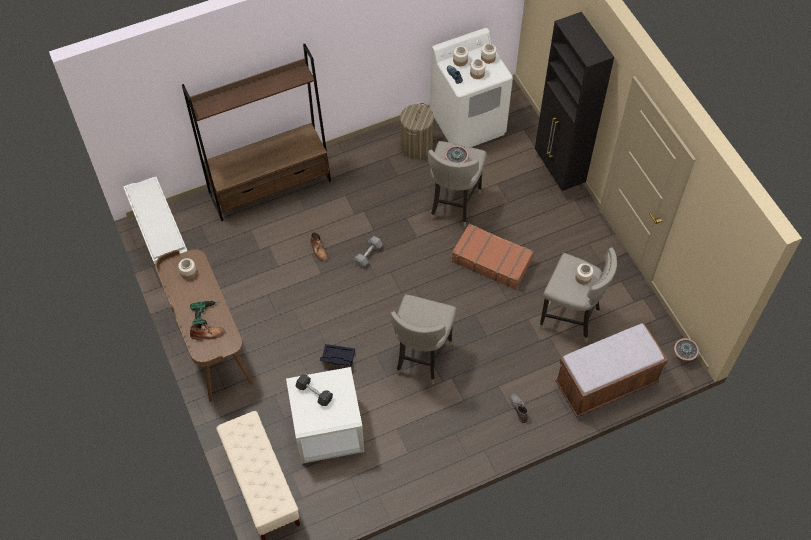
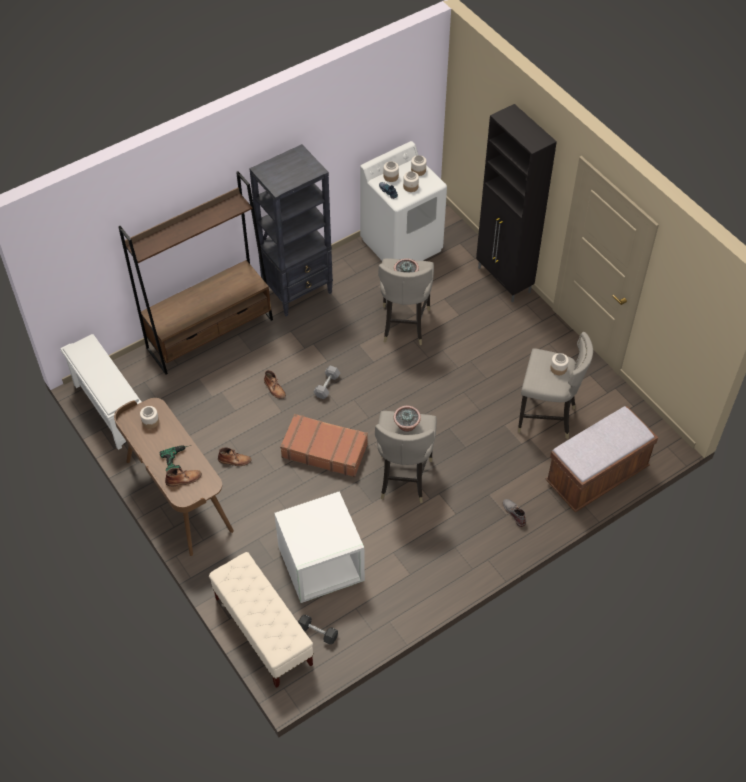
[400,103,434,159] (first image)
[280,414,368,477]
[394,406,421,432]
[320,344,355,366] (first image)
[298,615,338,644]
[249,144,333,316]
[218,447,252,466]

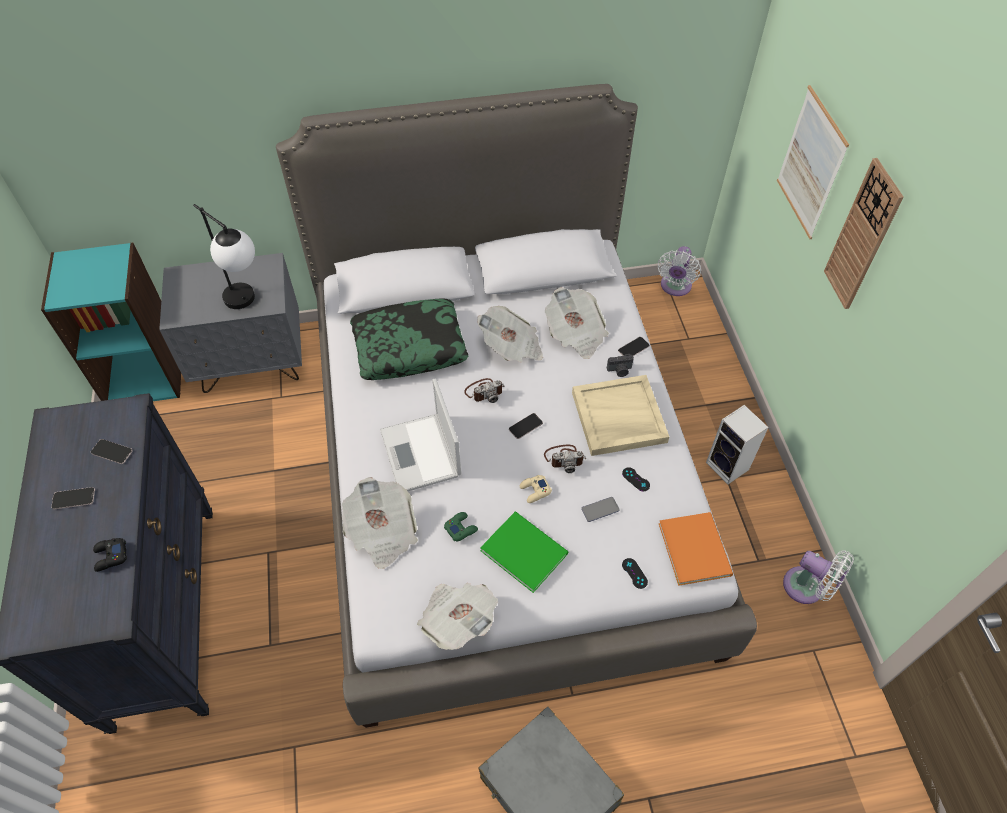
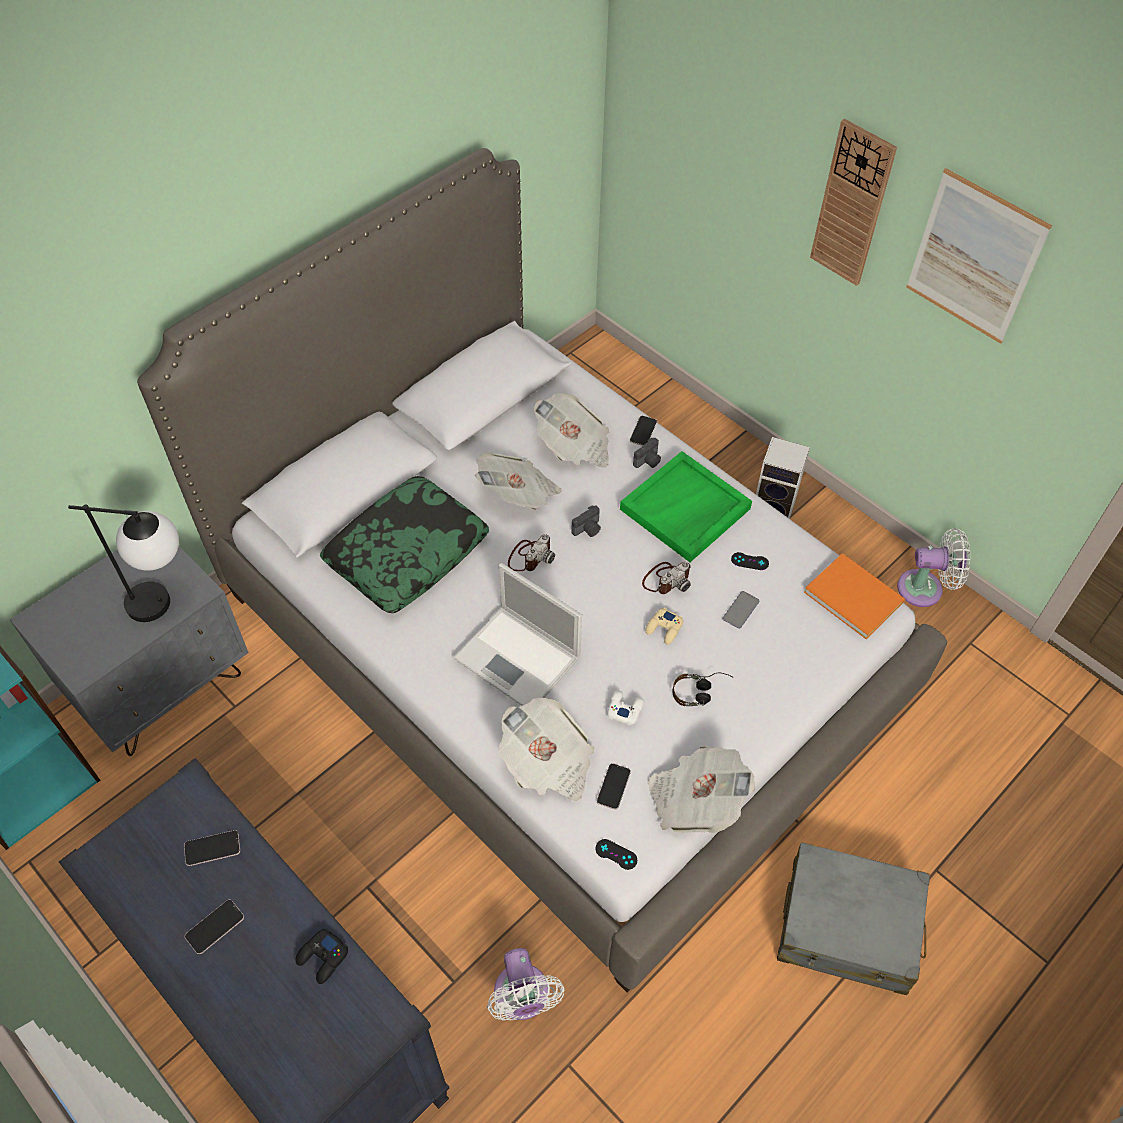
[906,168,1052,344]
[487,948,564,1021]
[620,451,752,562]
[597,763,631,810]
[607,690,644,726]
[673,672,732,706]
[595,839,637,870]
[571,505,601,537]

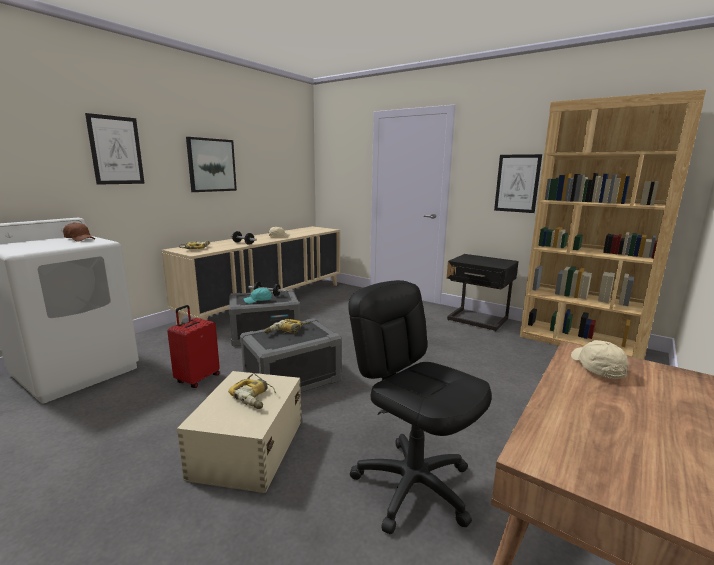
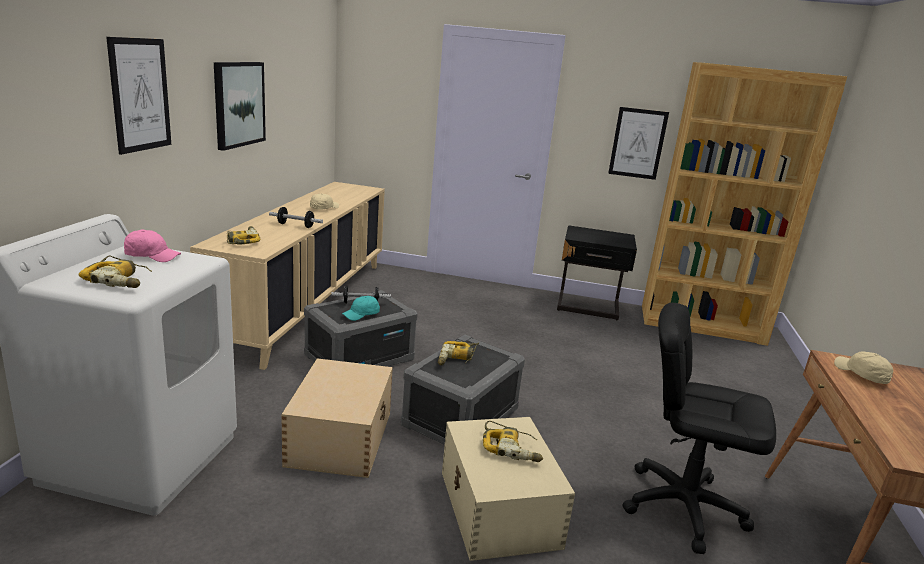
[124,229,181,262]
[281,358,393,478]
[79,255,152,288]

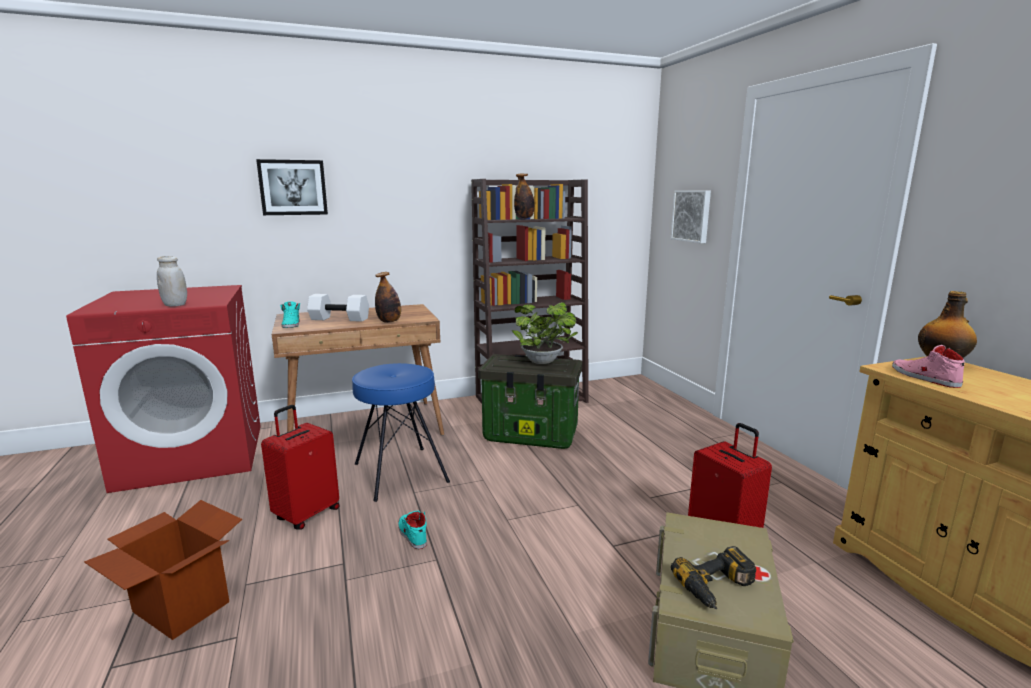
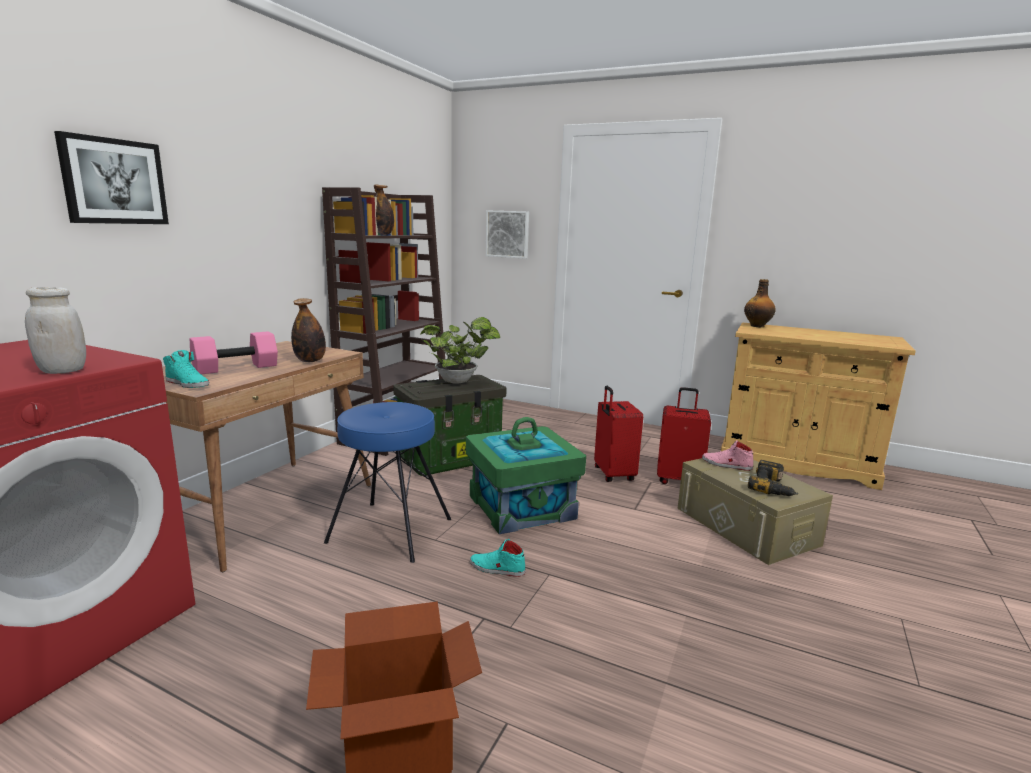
[190,331,278,374]
[702,440,753,471]
[594,386,643,482]
[466,417,586,534]

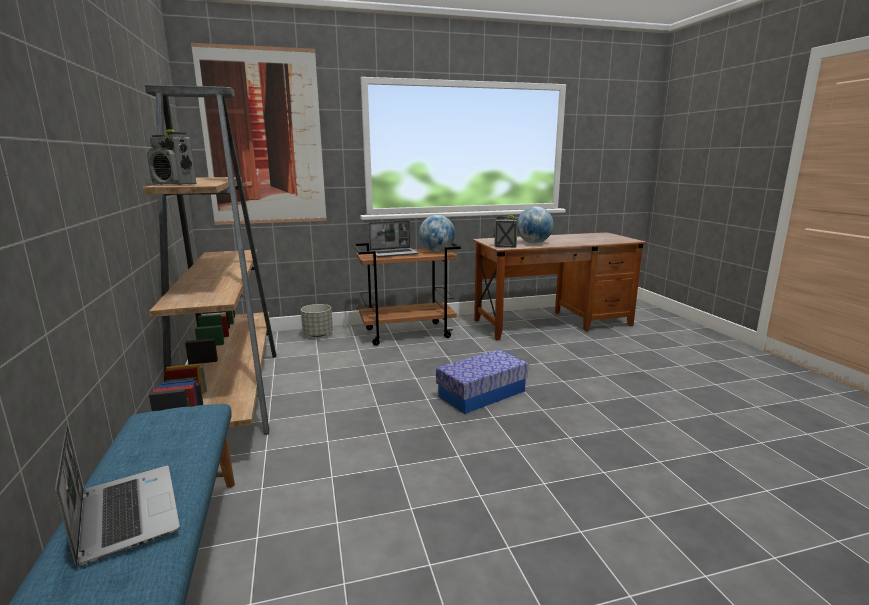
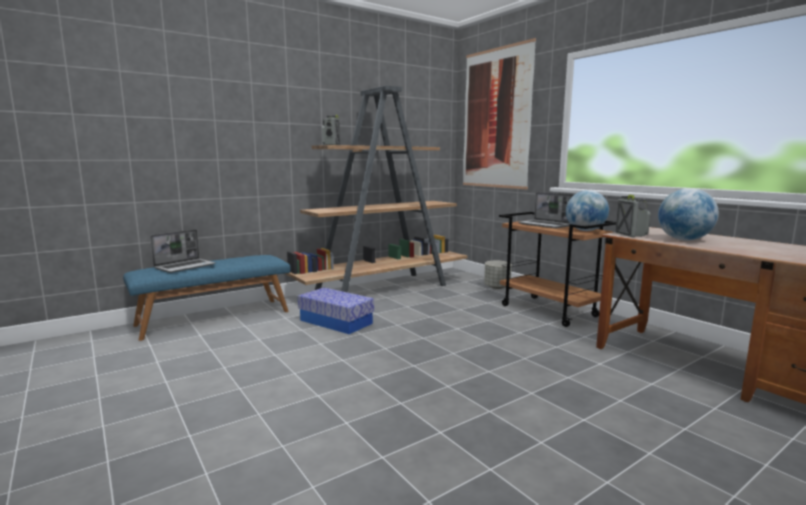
[298,287,374,334]

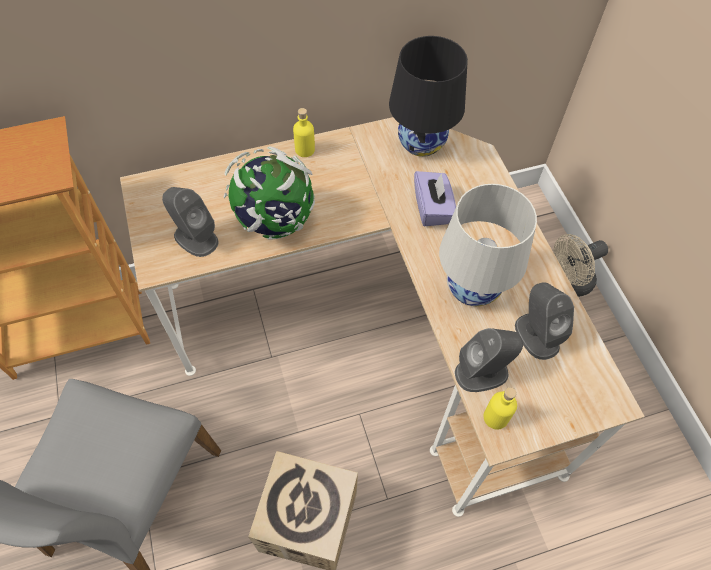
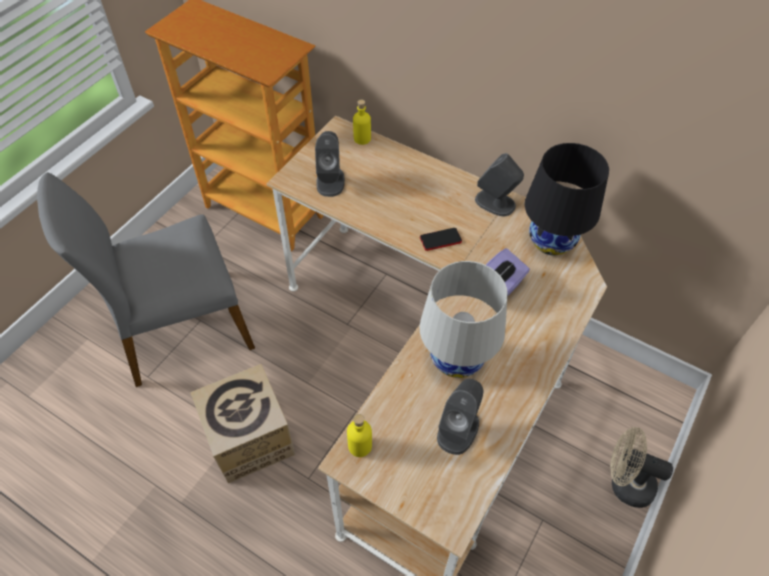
[353,100,371,145]
[223,146,315,240] (first image)
[475,153,524,216]
[420,228,462,251]

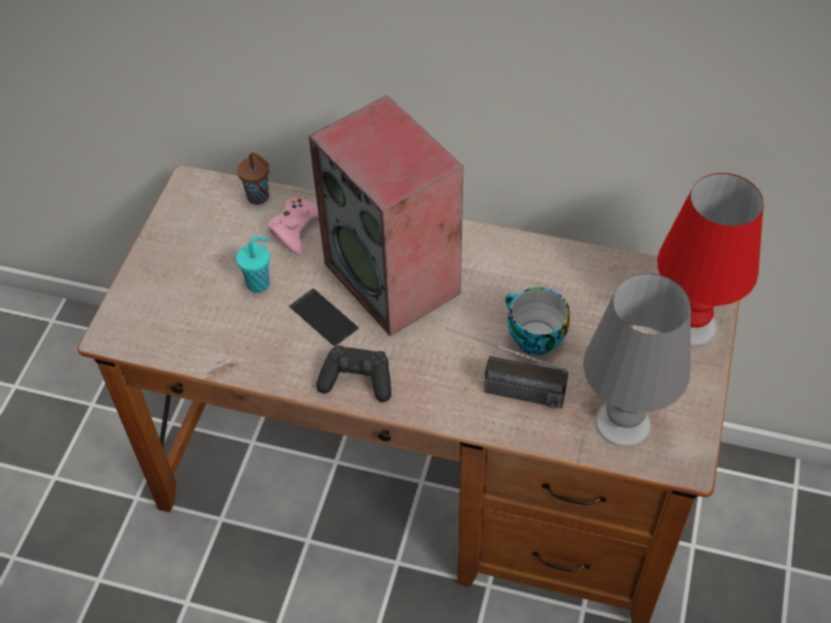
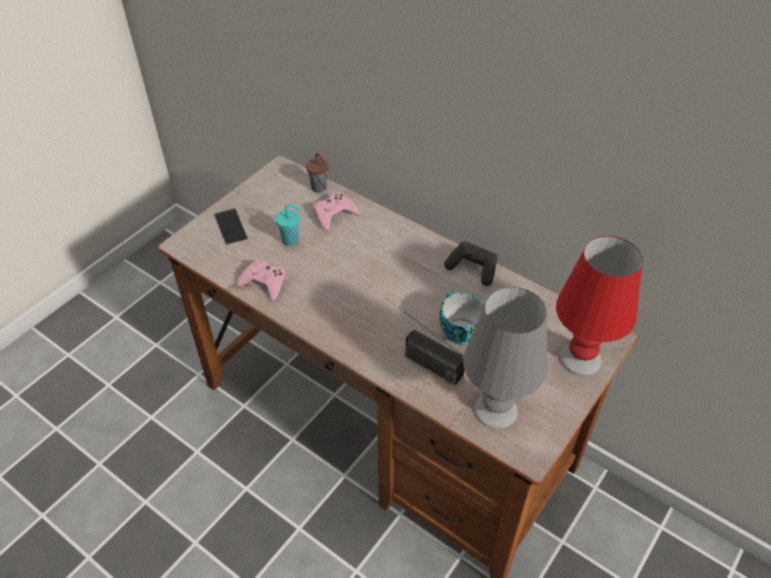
[309,95,463,336] (first image)
[214,208,248,245]
[444,242,497,286]
[236,259,286,301]

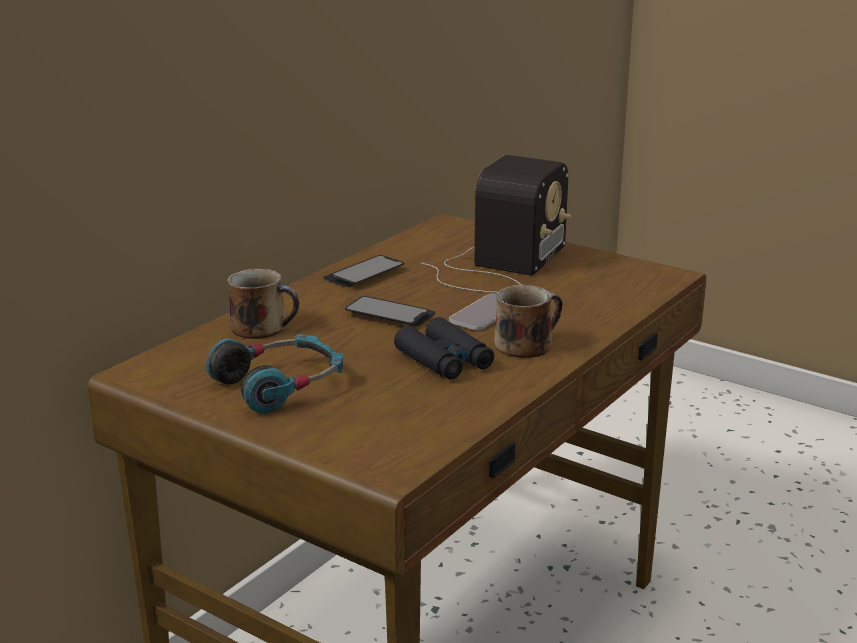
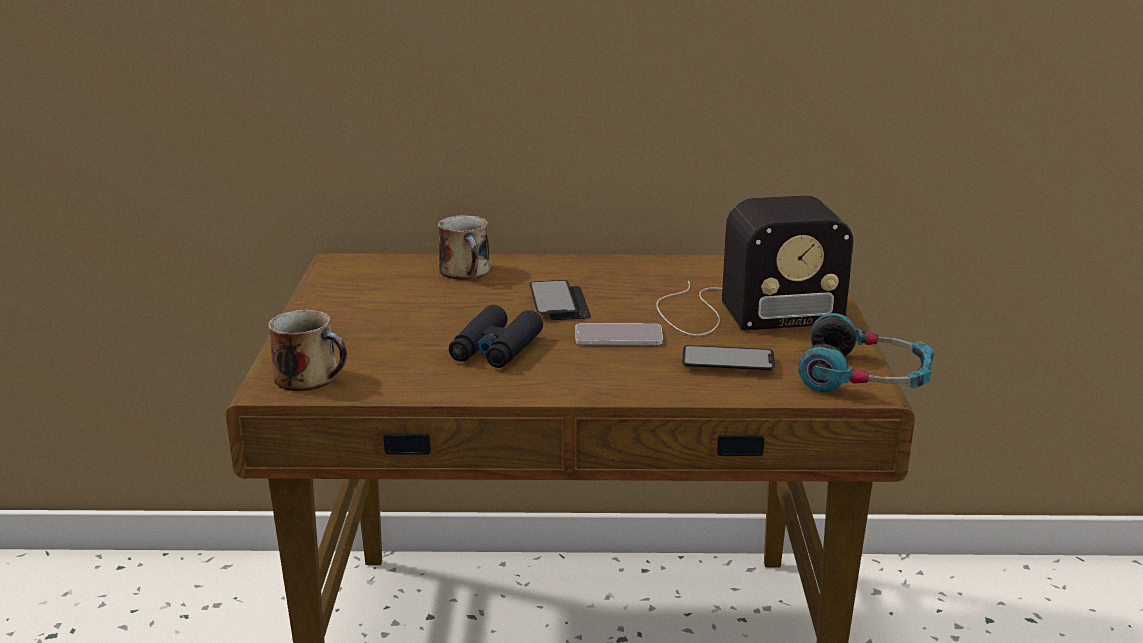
[682,345,775,370]
[268,310,347,391]
[798,313,934,392]

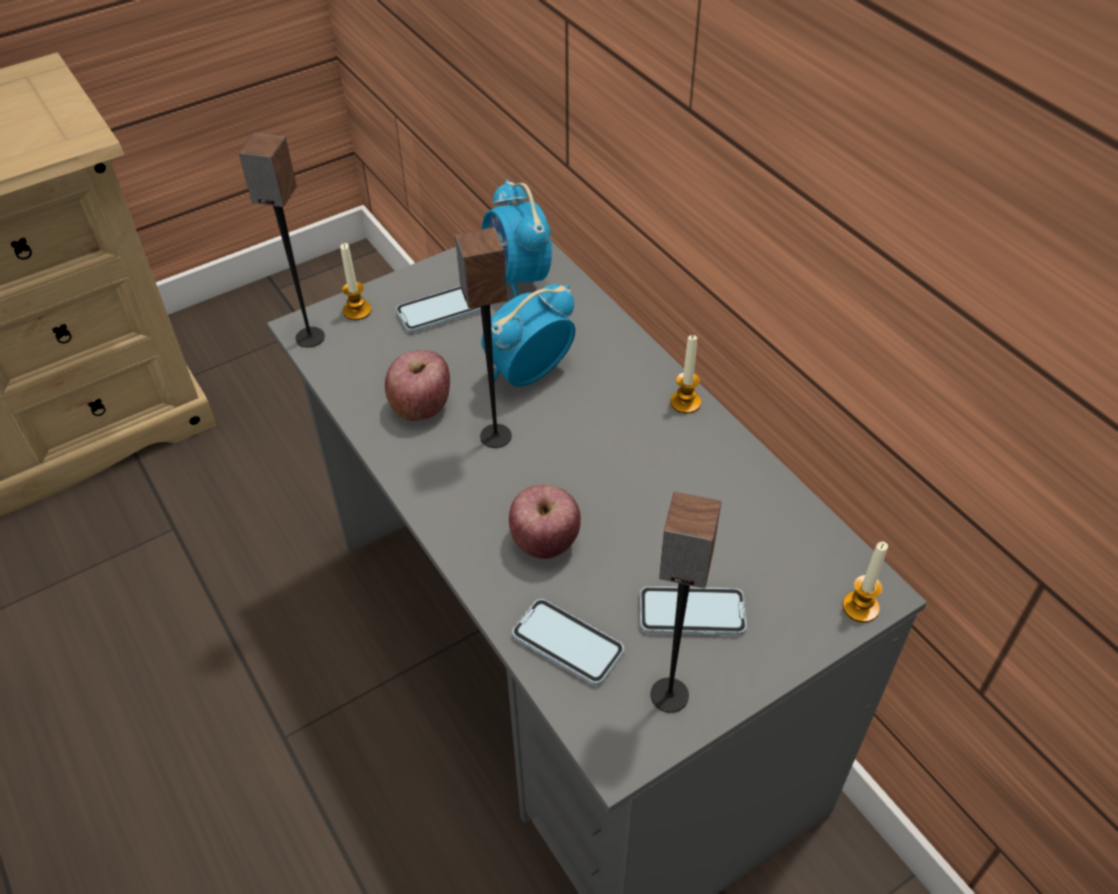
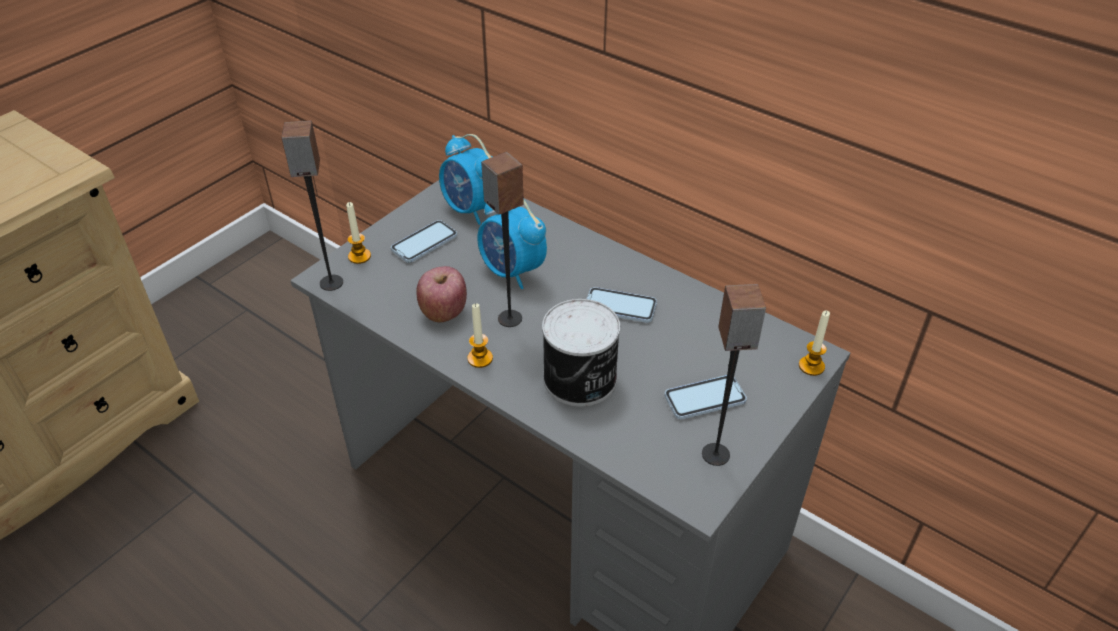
[478,199,547,289]
[467,303,493,368]
[542,299,620,407]
[587,287,657,323]

